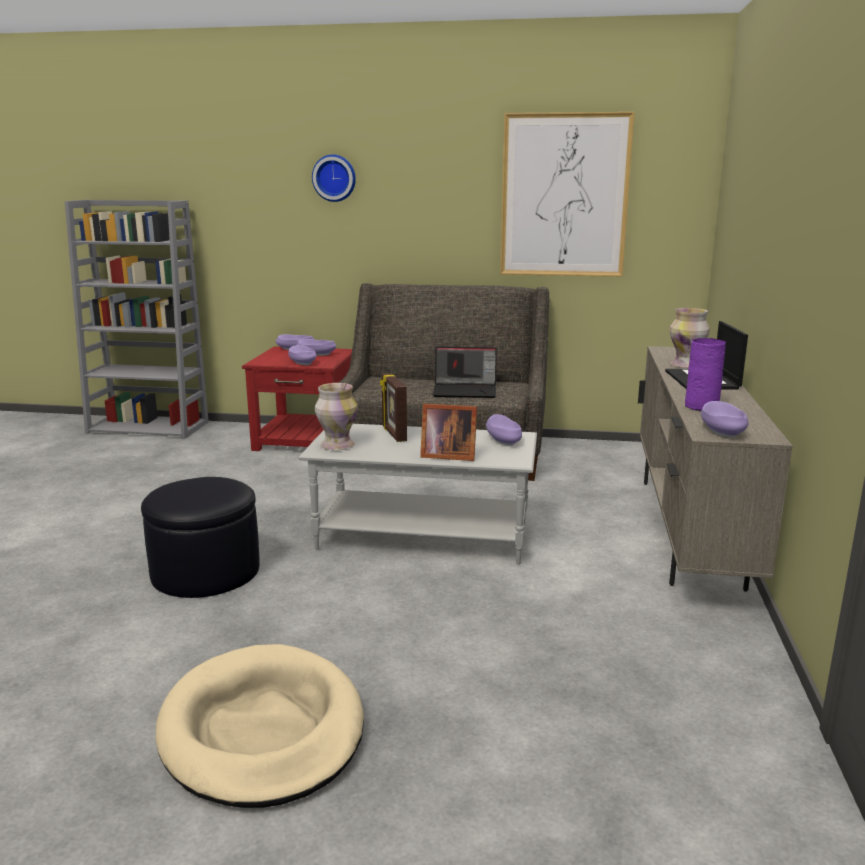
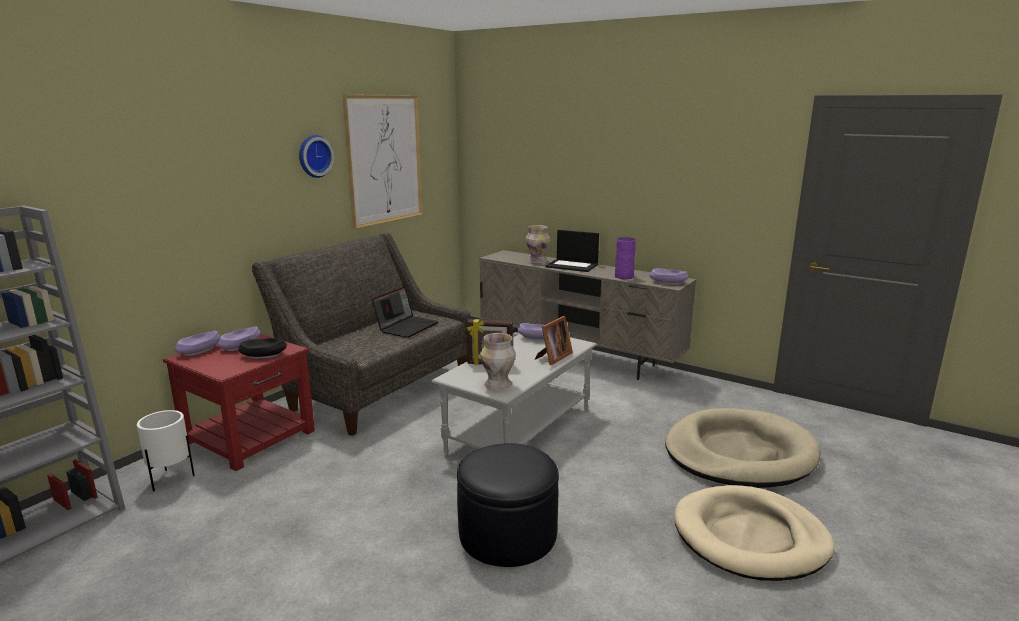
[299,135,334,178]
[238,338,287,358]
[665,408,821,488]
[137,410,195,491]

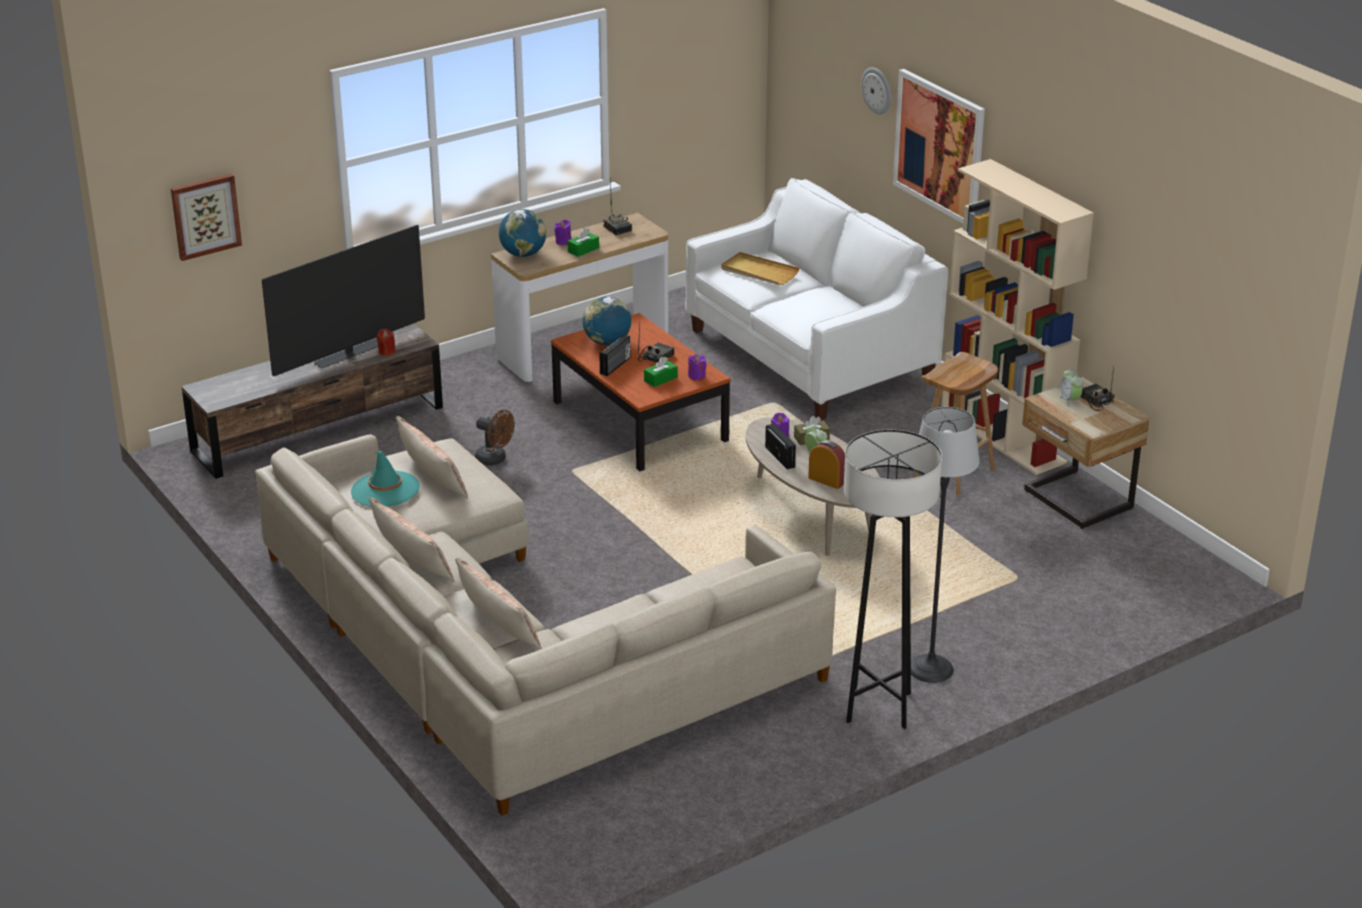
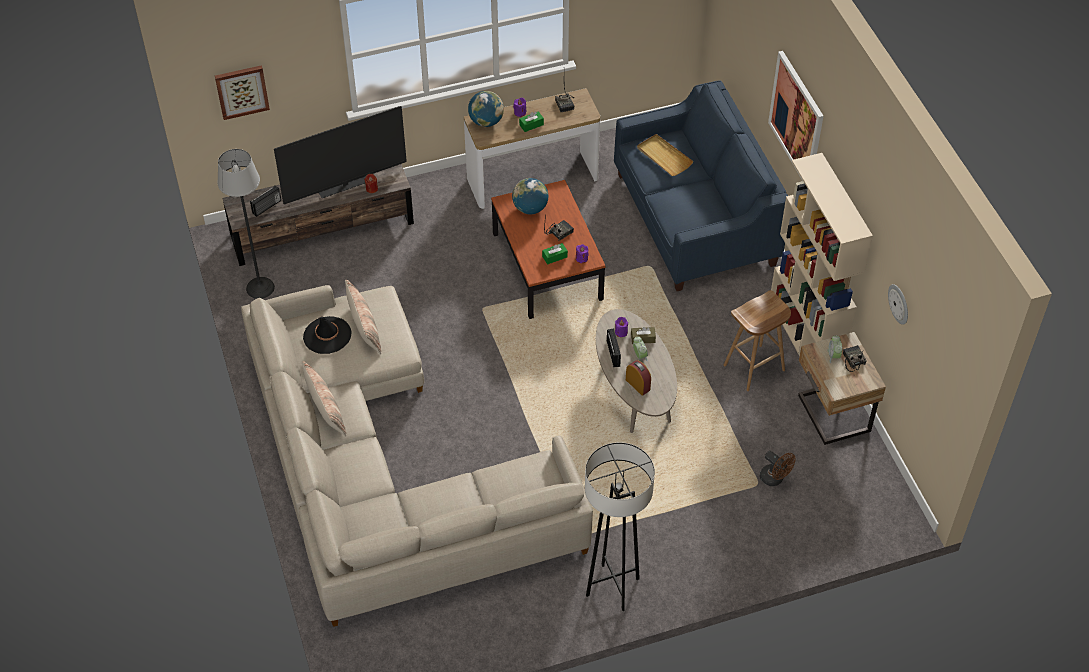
[888,284,908,325]
[614,80,788,291]
[250,185,281,217]
[218,149,275,299]
[760,451,796,486]
[303,316,352,354]
[455,558,542,650] (first image)

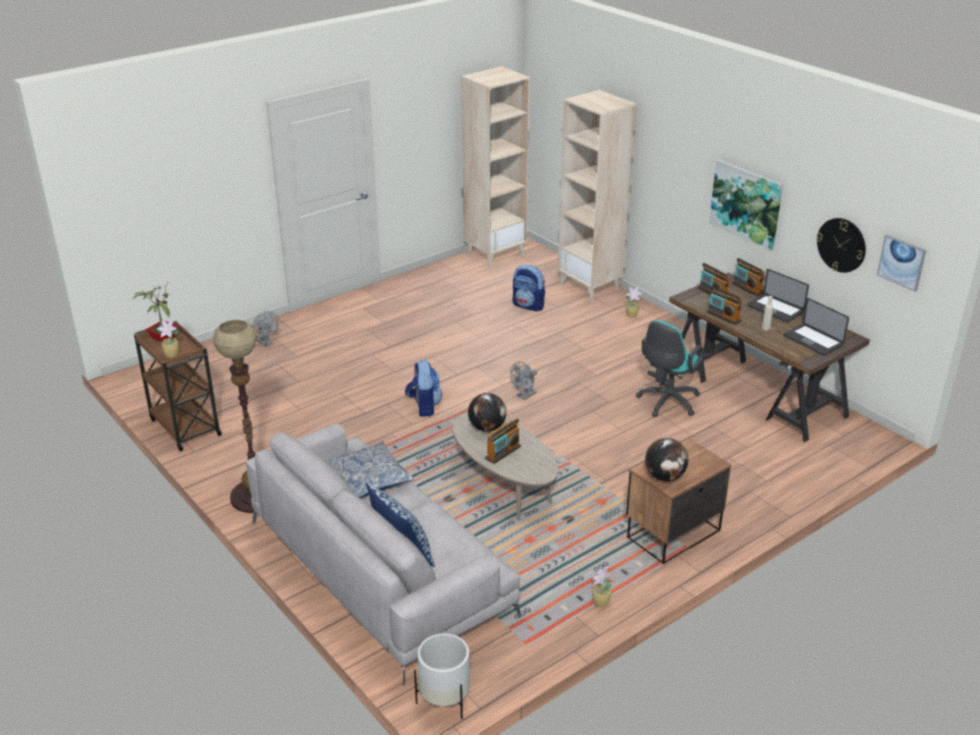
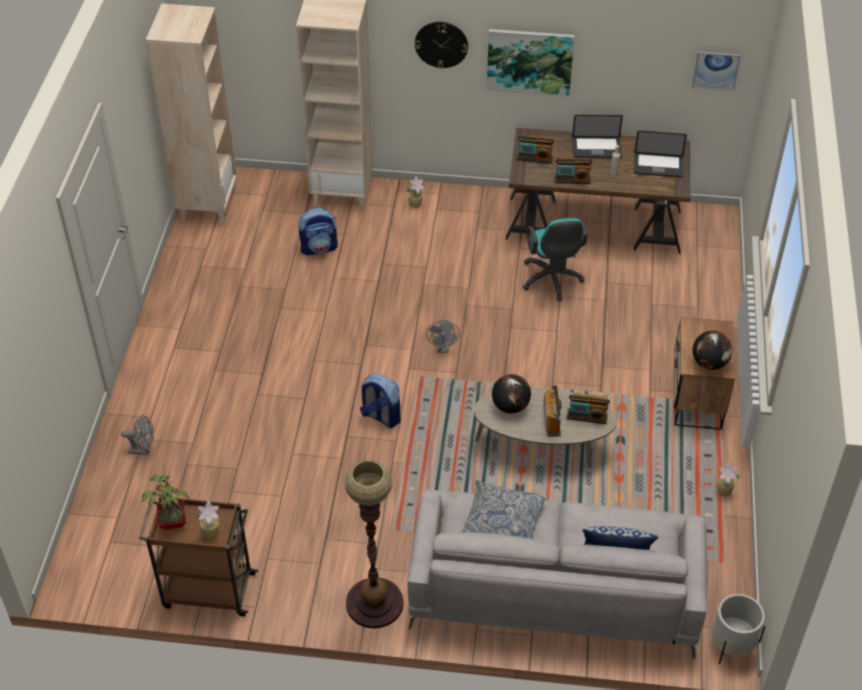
[415,22,468,69]
[567,393,610,424]

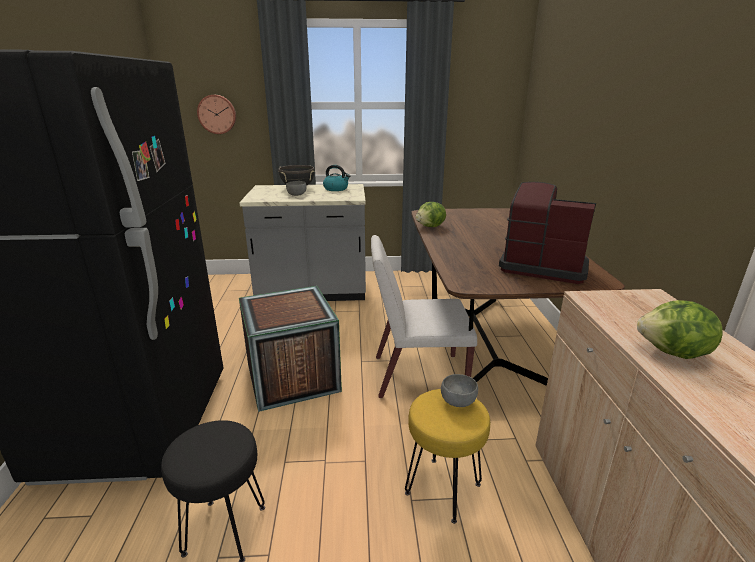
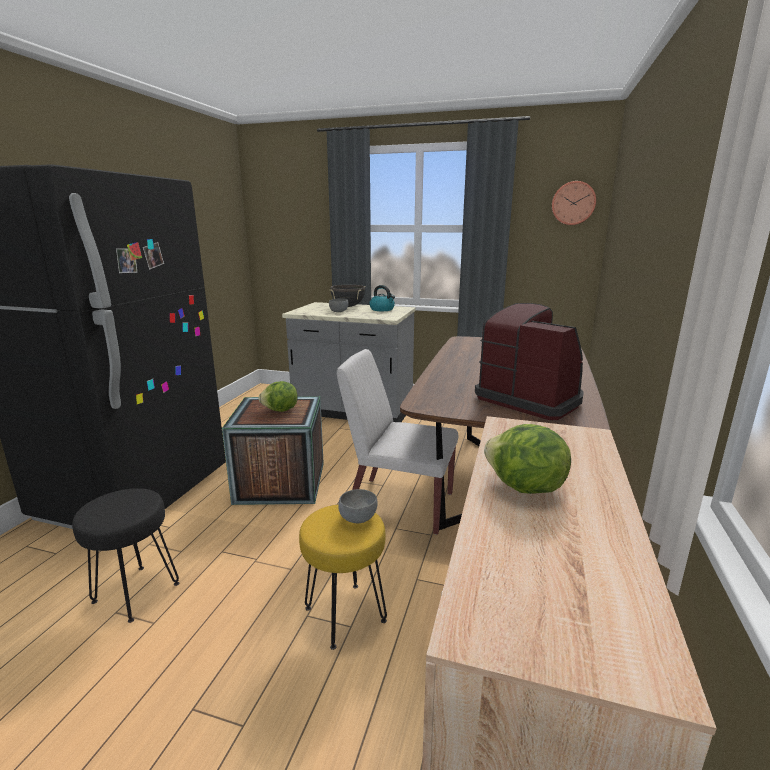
[552,181,596,225]
[258,381,298,412]

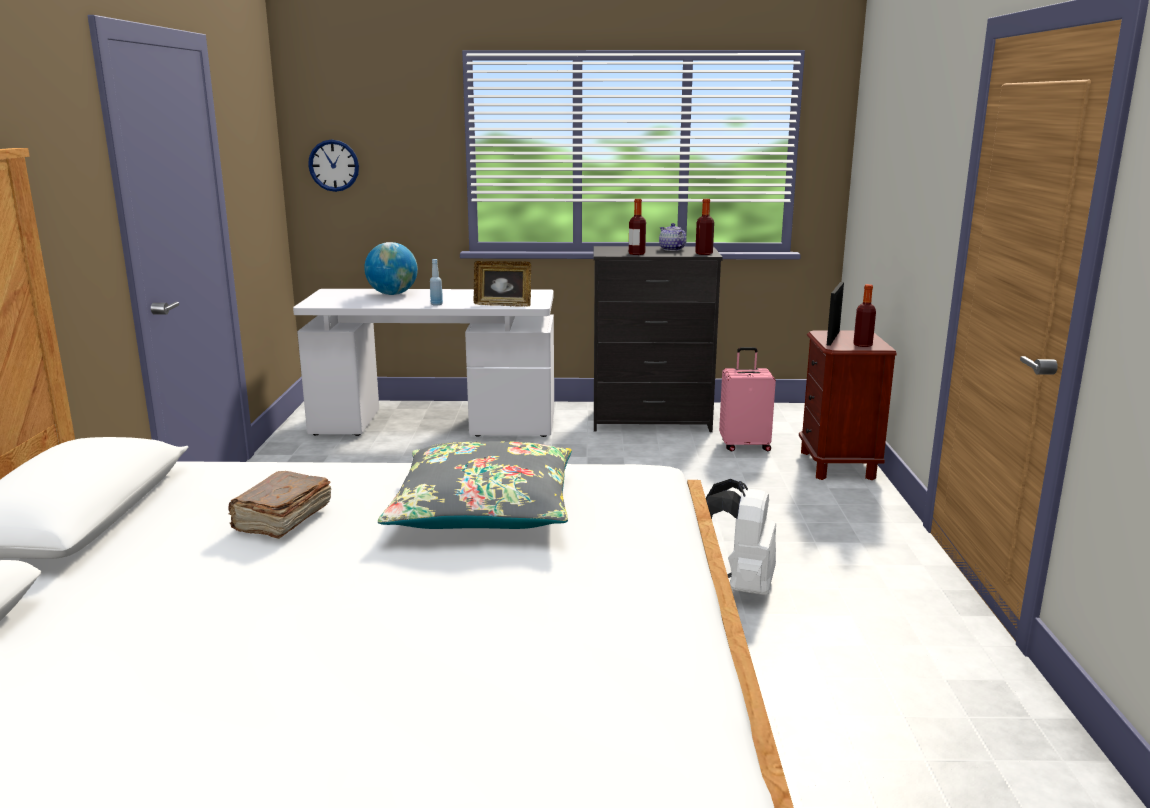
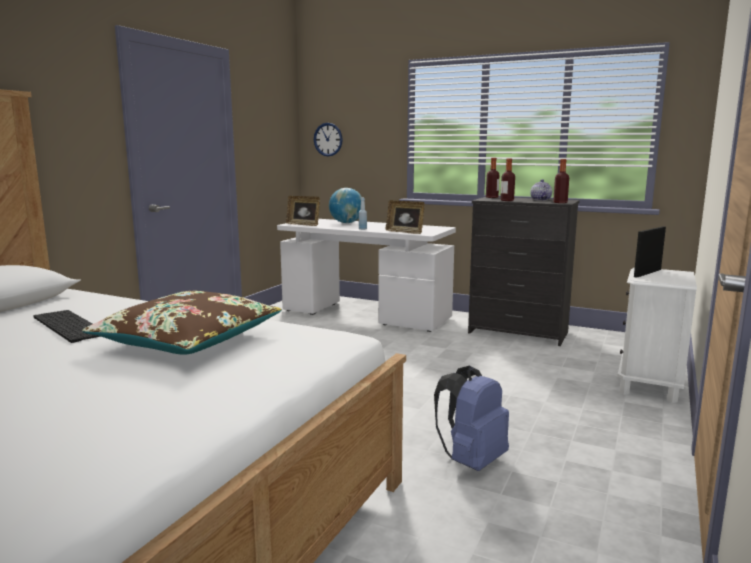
[486,158,499,198]
[618,268,697,403]
[719,347,776,451] (first image)
[82,291,282,355]
[33,310,101,343]
[434,366,509,471]
[286,196,320,226]

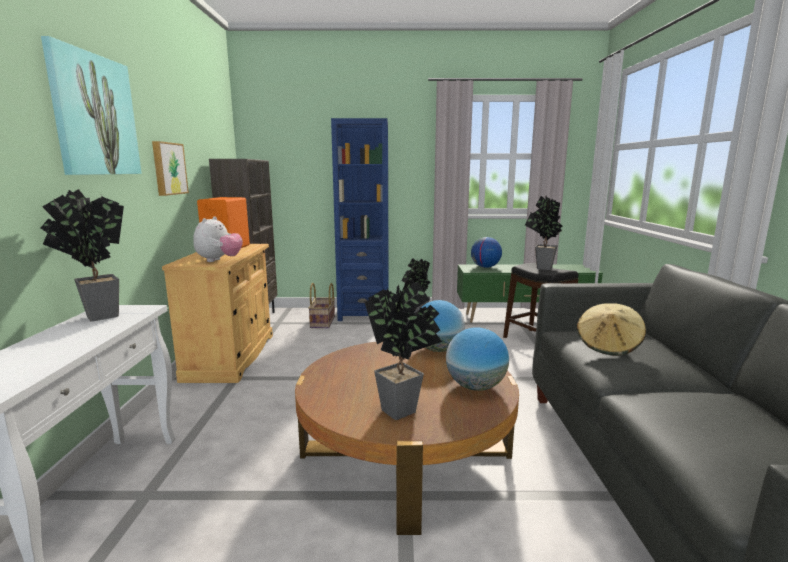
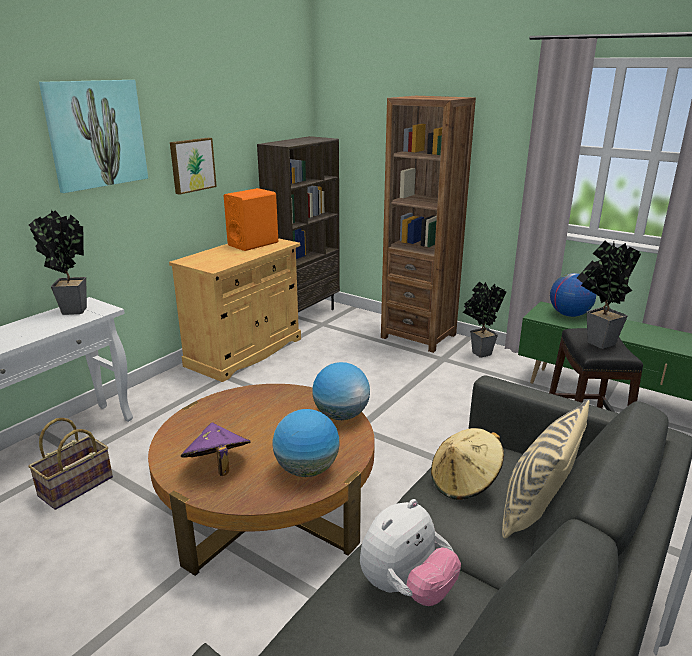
[381,96,476,353]
[360,499,461,606]
[181,423,250,476]
[28,418,113,510]
[502,400,590,539]

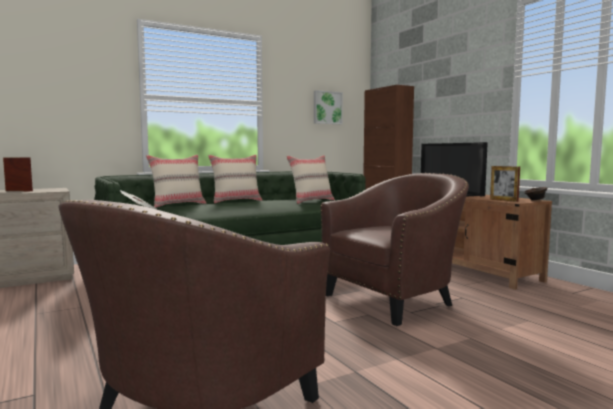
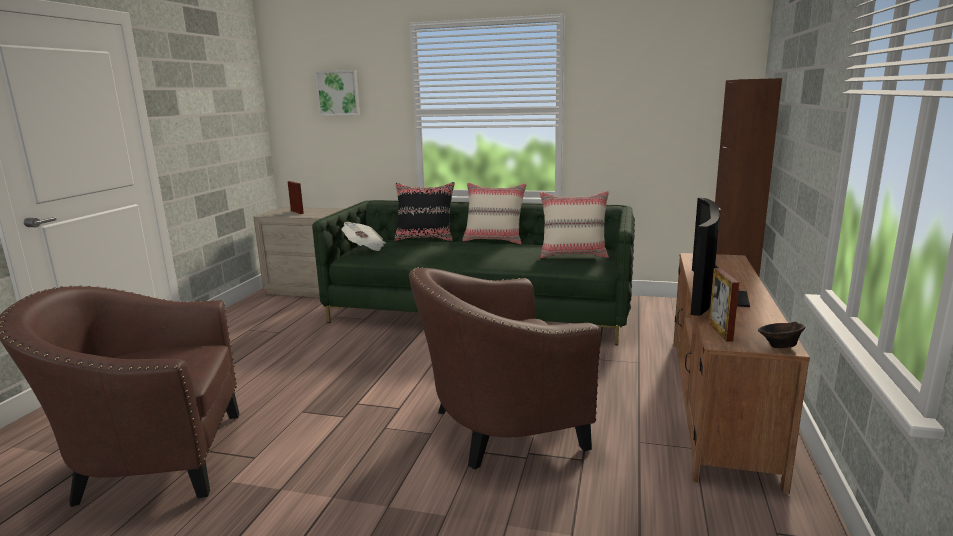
[315,70,360,116]
[394,182,455,241]
[409,267,602,469]

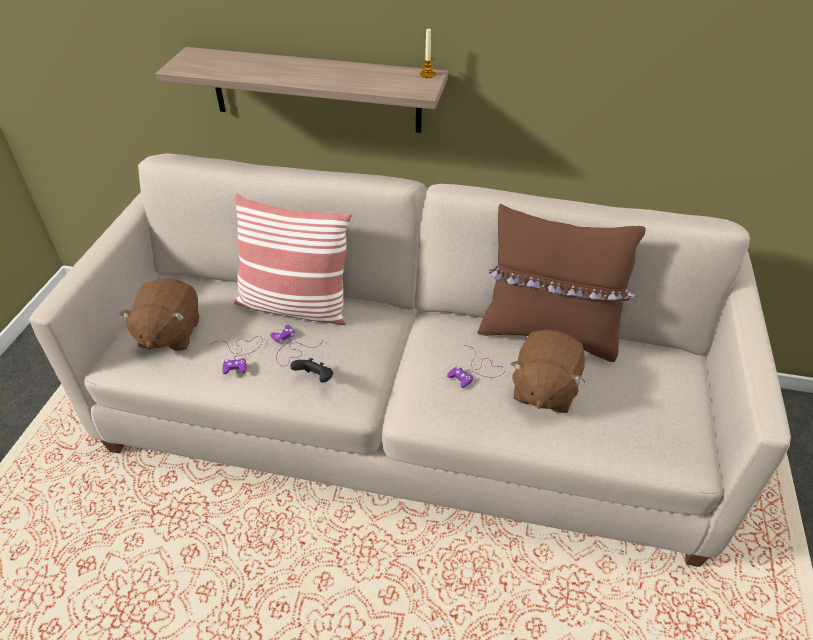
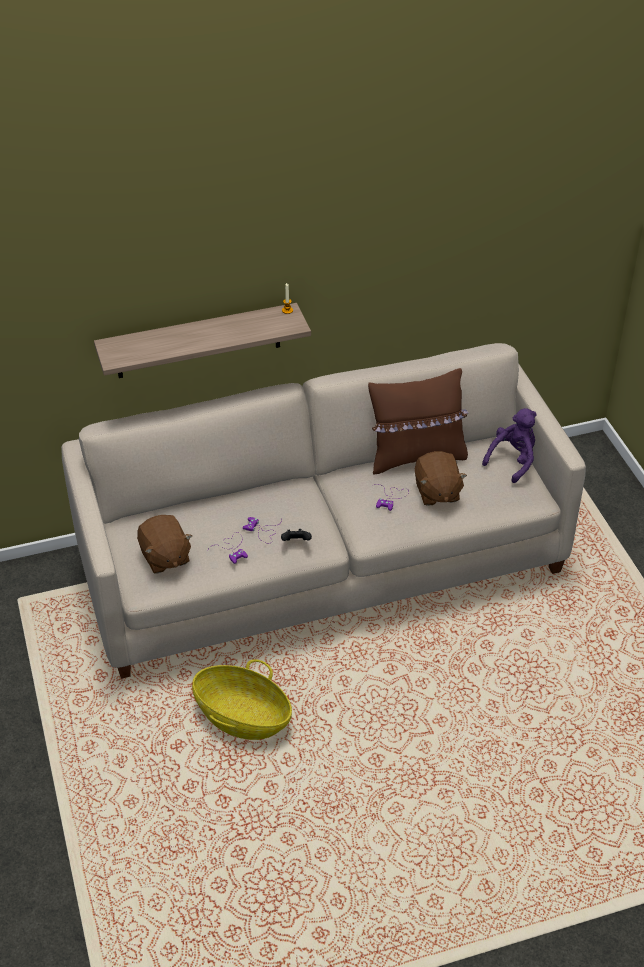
[234,193,351,325] (first image)
[482,408,537,483]
[192,659,292,740]

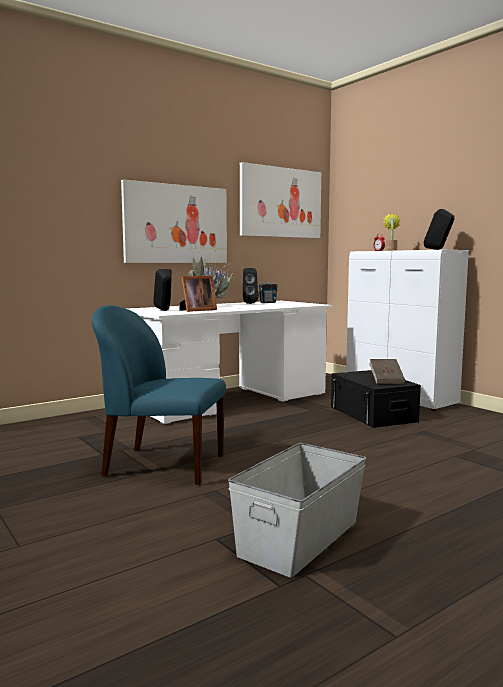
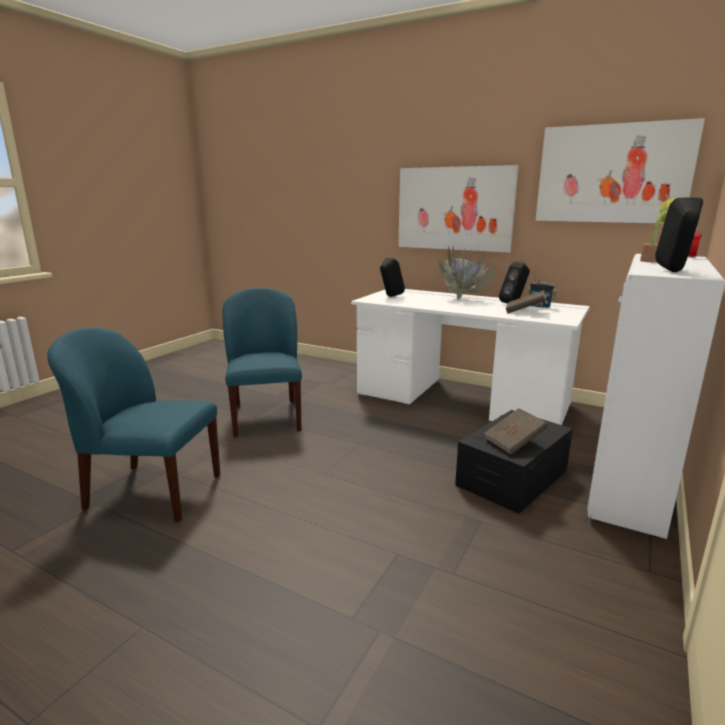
[179,276,217,312] (first image)
[47,327,220,522]
[506,290,546,313]

